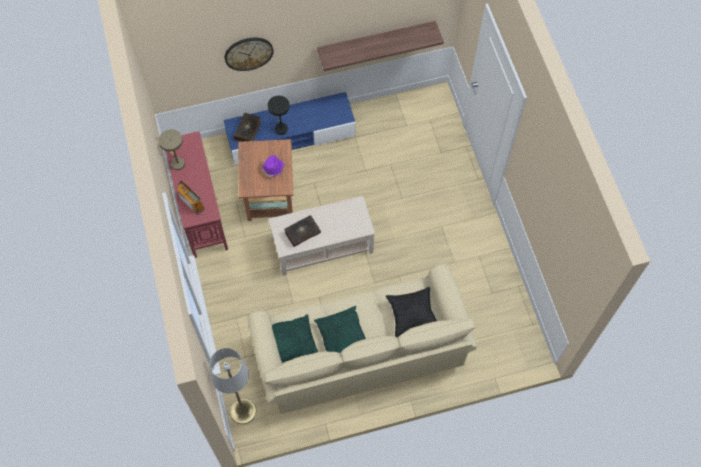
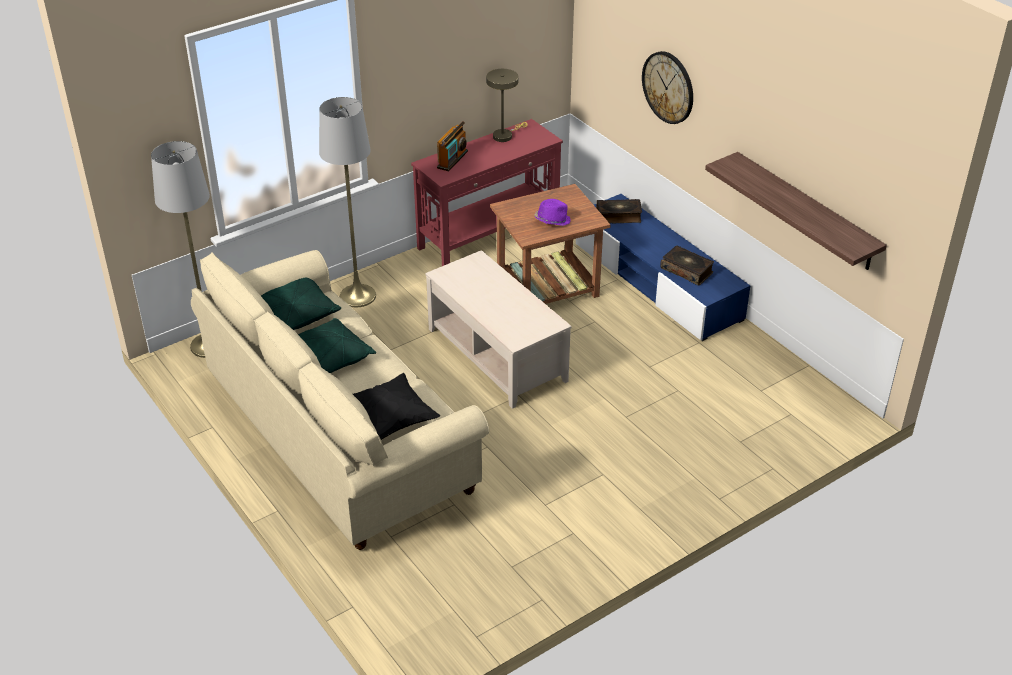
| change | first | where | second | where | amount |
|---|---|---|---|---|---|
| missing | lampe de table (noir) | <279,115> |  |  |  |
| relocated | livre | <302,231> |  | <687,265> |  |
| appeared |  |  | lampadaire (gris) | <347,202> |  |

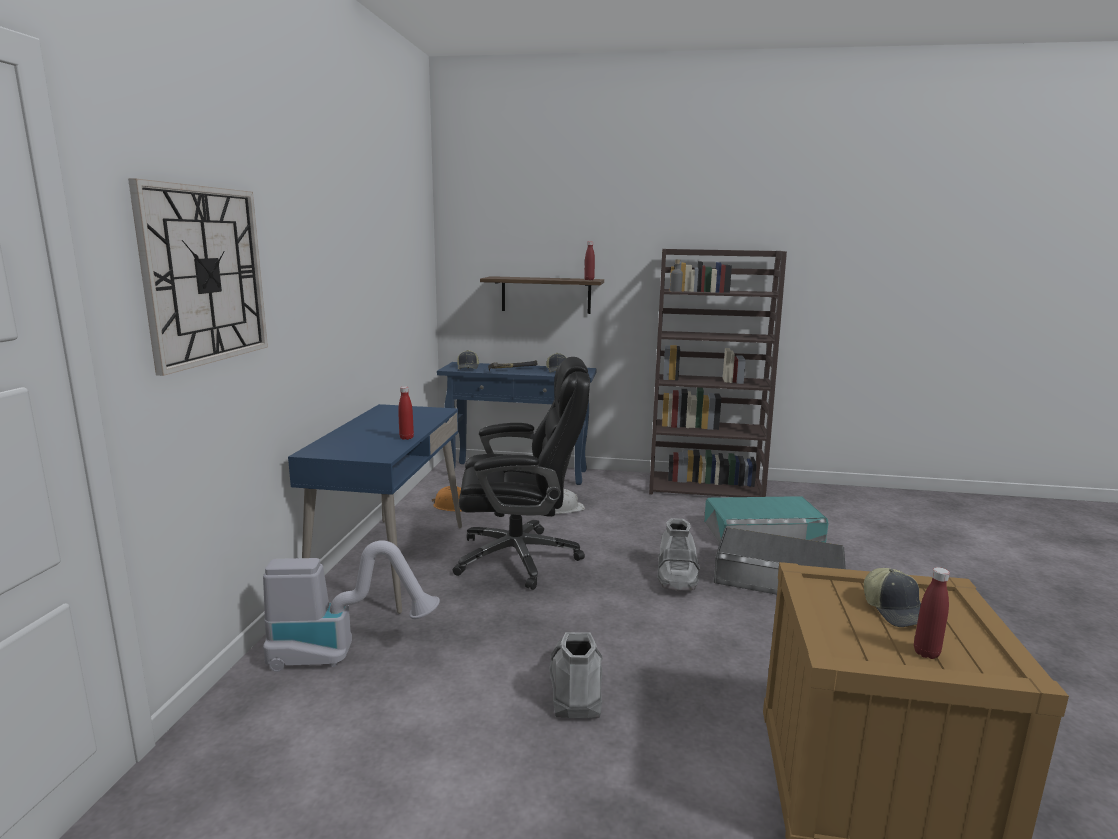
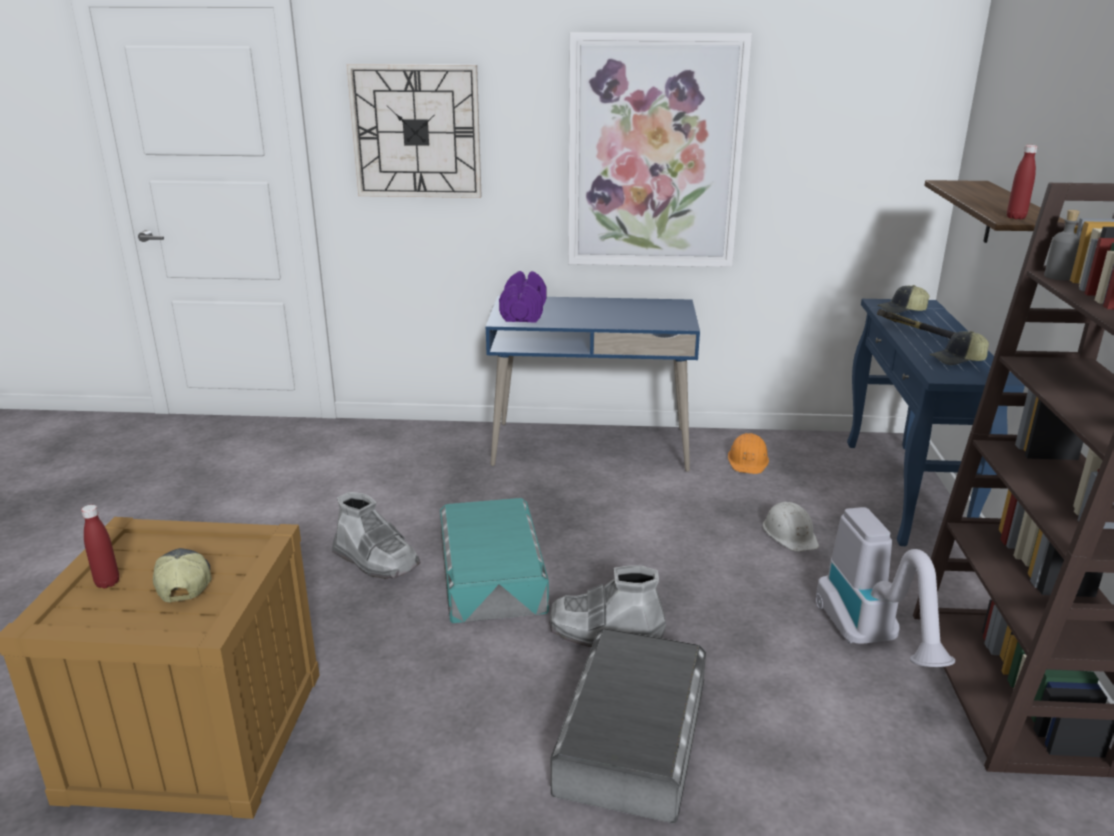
| change | first | where | second | where | amount |
|---|---|---|---|---|---|
| relocated | aspirateur | <351,606> |  | <885,587> |  |
| missing | bouteille (rouge) | <406,413> |  |  |  |
| missing | chaise de bureau (noir) | <521,473> |  |  |  |
| spun | botte (gris) | <575,675> |  | <376,535> | 45 degrees clockwise |
| relocated | boîte de rangement (turquoise) | <766,519> |  | <494,560> |  |
| spun | casquette | <892,597> |  | <182,575> | 90 degrees clockwise |
| appeared |  |  | haltère (violet) | <522,296> |  |
| appeared |  |  | tableau | <660,149> |  |

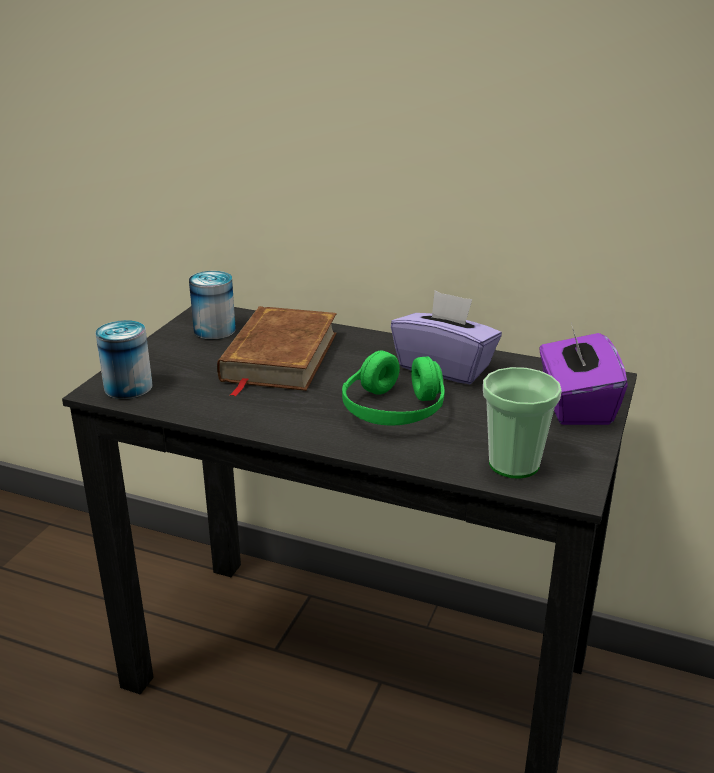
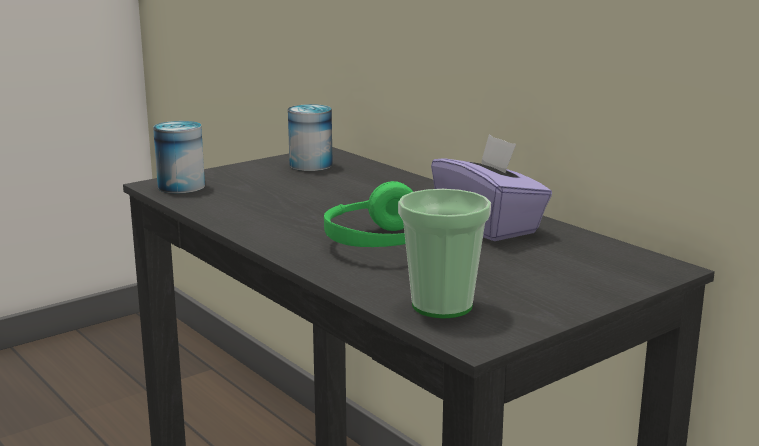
| change | first | where | second | where | amount |
|---|---|---|---|---|---|
| missing | livre (marron) | <277,351> |  |  |  |
| missing | boîte à mouchoirs (violet) | <583,374> |  |  |  |

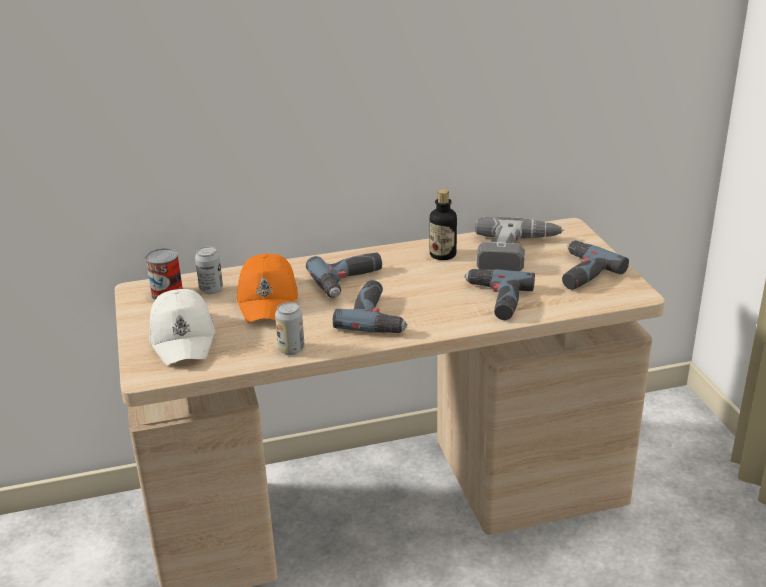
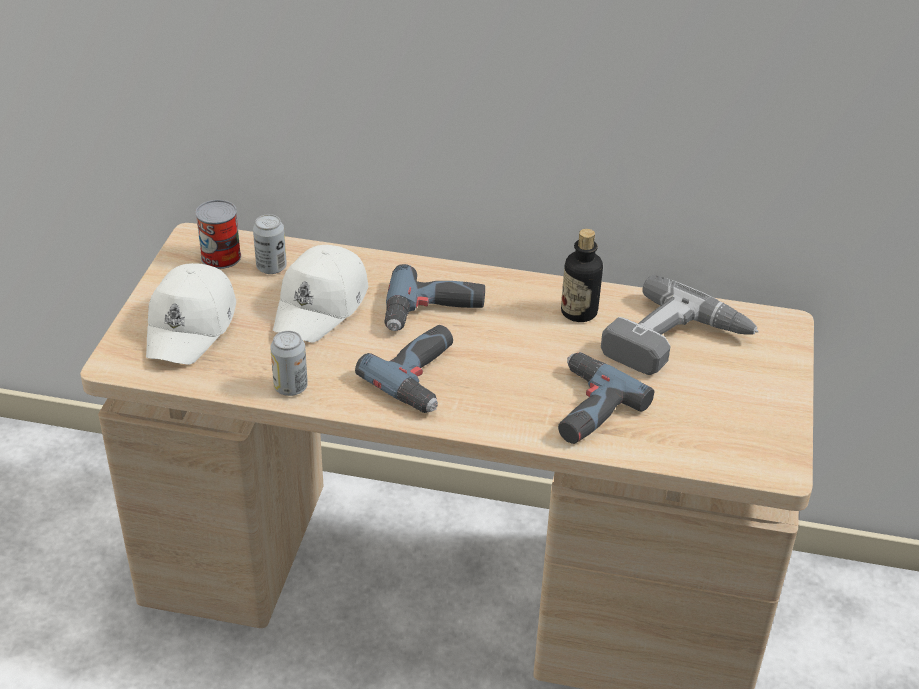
| change | first | where | second | where | amount |
|---|---|---|---|---|---|
| colour | casquette (orange) | <267,288> | casquette (blanc) | <320,294> |  |
| missing | perceuse | <595,265> |  |  |  |

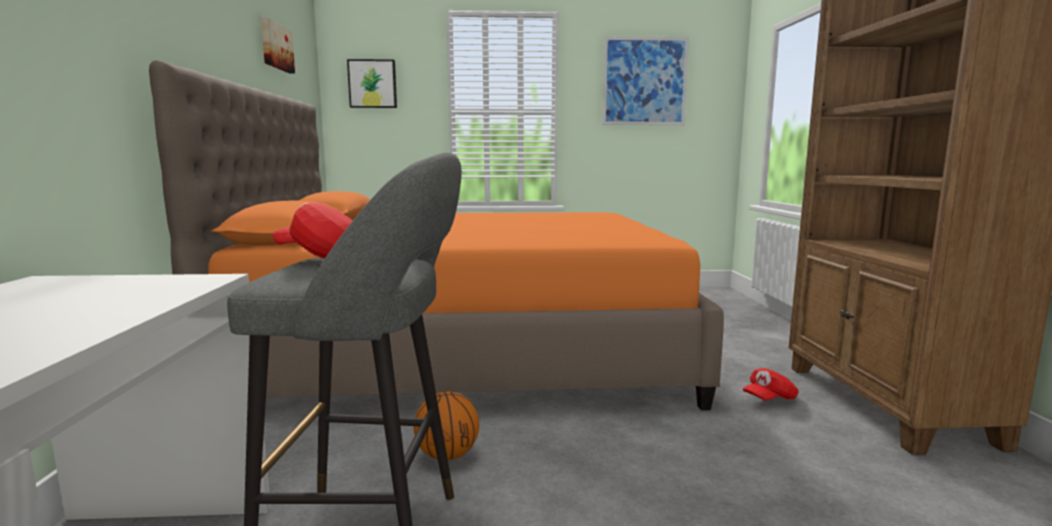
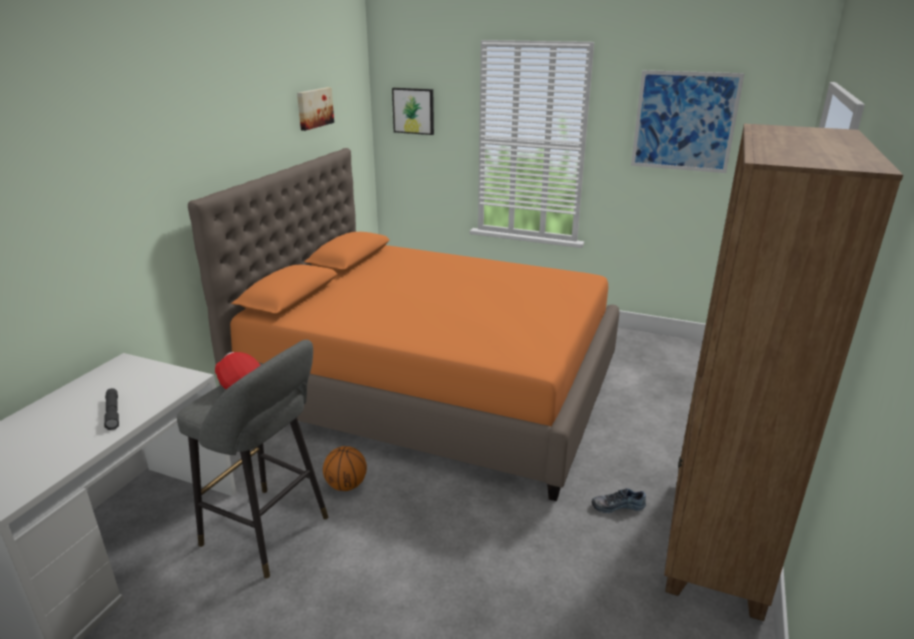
| change | first | where | second | where | amount |
|---|---|---|---|---|---|
| exchanged | casquette (rouge) | <771,384> | chaussure | <619,500> |  |
| appeared |  |  | lampe de poche (gris) | <111,409> |  |

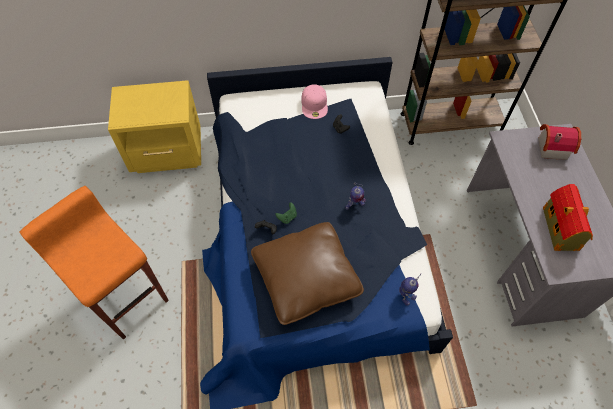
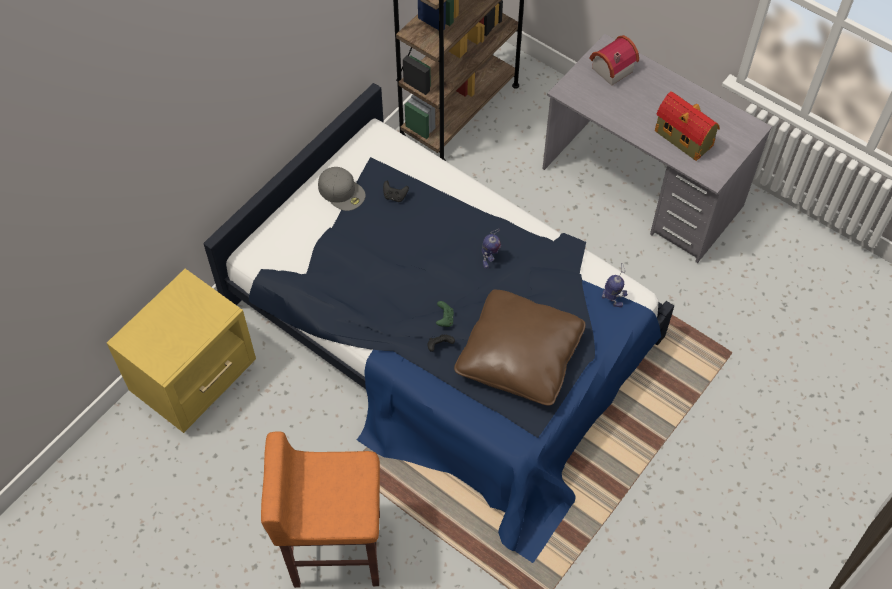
| change | first | where | second | where | amount |
|---|---|---|---|---|---|
| colour | casquette (rose) | <314,101> | casquette (gris) | <342,189> |  |

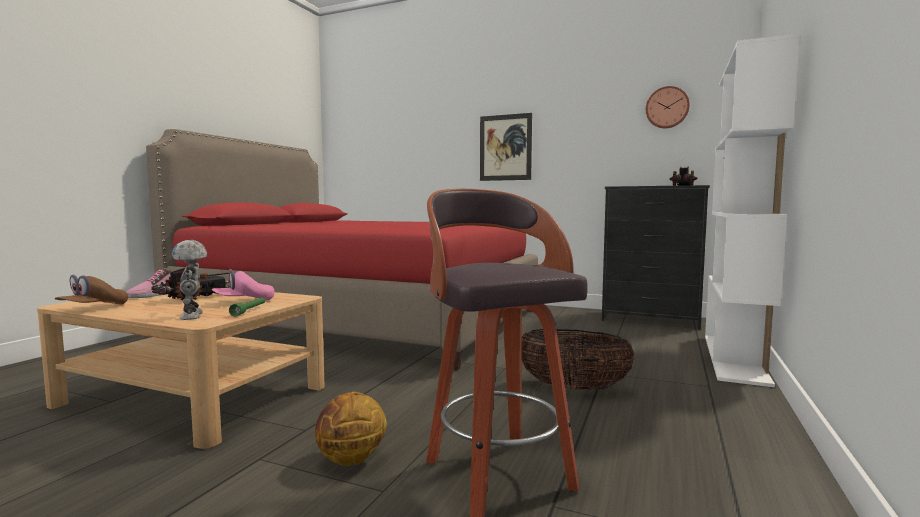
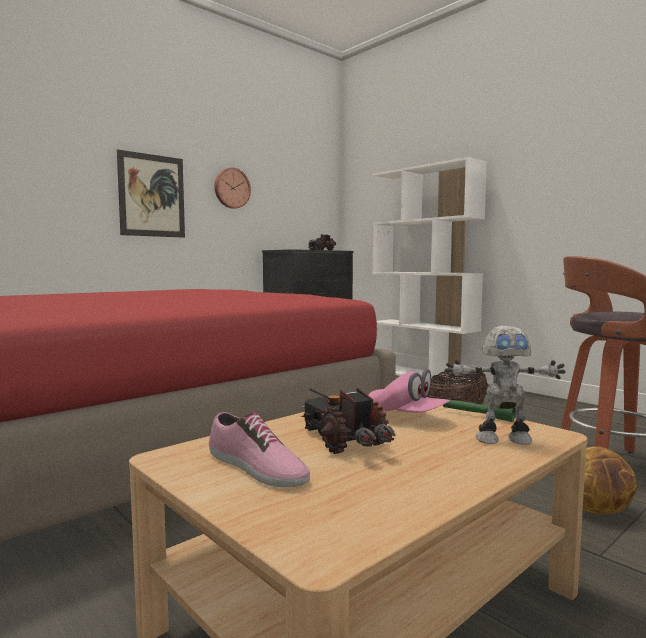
| change | first | where | second | where | amount |
|---|---|---|---|---|---|
| missing | casquette (marron) | <91,289> |  |  |  |
| spun | casquette (rose) | <243,285> |  | <409,391> | 45 degrees counterclockwise |
| relocated | horloge murale | <668,107> |  | <232,188> |  |

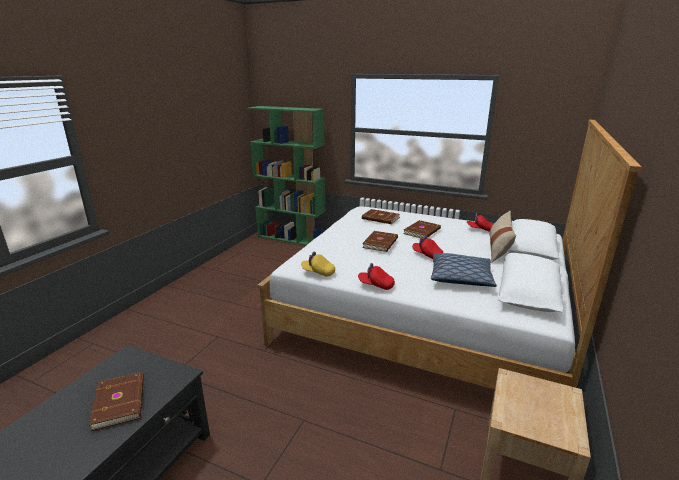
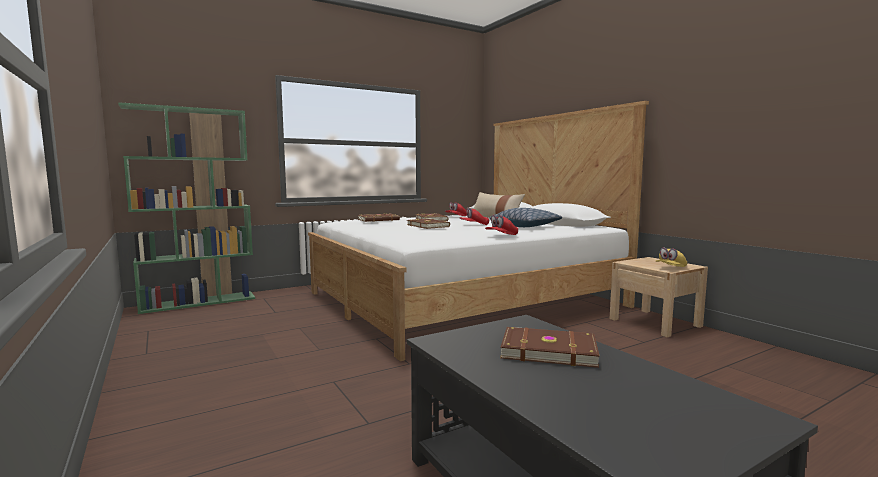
| change | first | where | second | where | amount |
|---|---|---|---|---|---|
| relocated | casquette (jaune) | <318,264> |  | <671,257> |  |

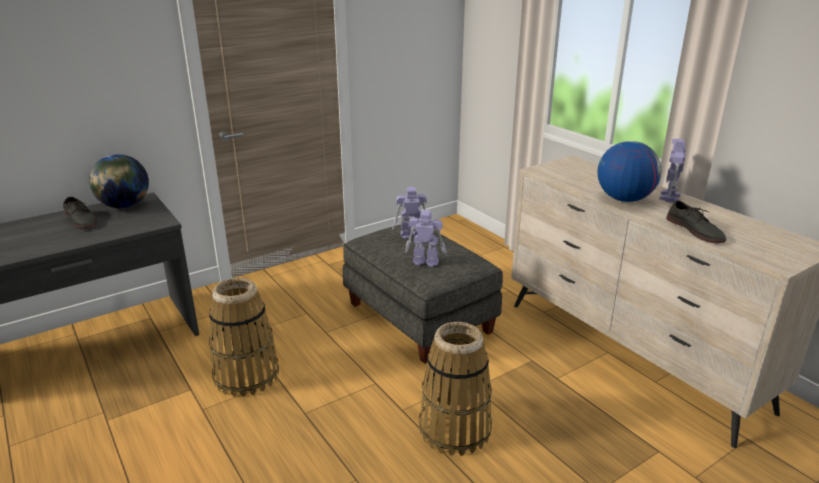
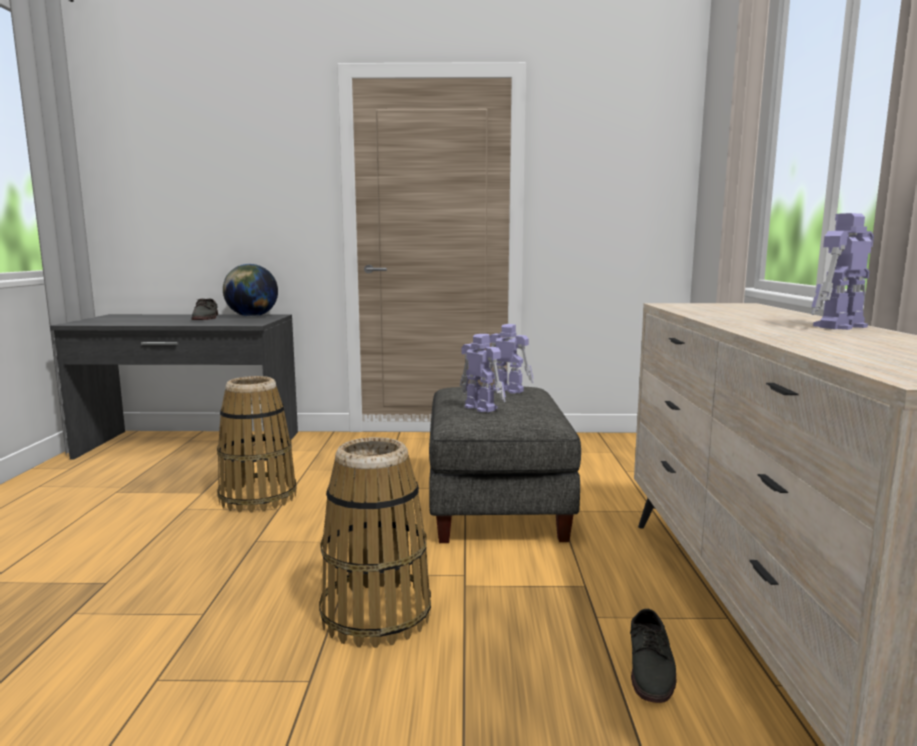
| change | first | where | second | where | amount |
|---|---|---|---|---|---|
| missing | globe | <629,171> |  |  |  |
| relocated | chaussure (gris) | <696,221> |  | <653,656> |  |

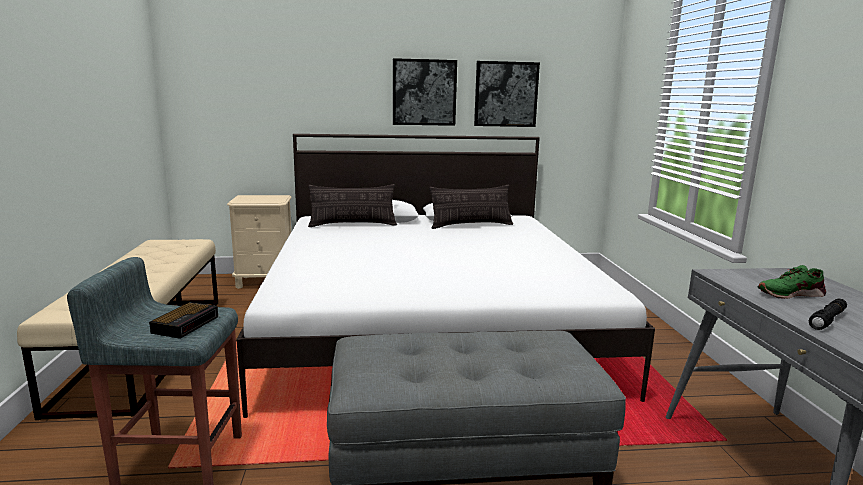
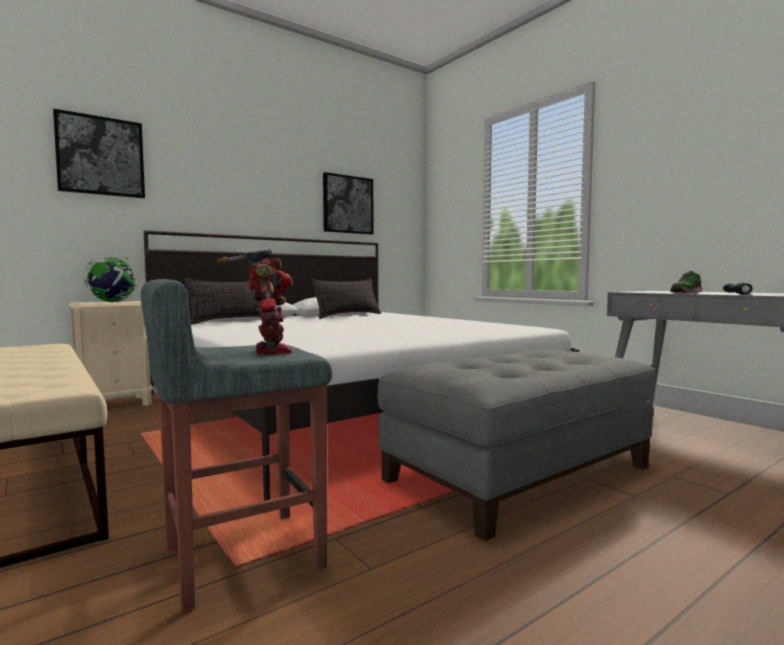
| change | first | where | second | where | amount |
|---|---|---|---|---|---|
| exchanged | réveil | <183,320> | robot jouet | <255,301> |  |
| relocated | tableau | <425,92> |  | <99,153> |  |
| appeared |  |  | globe | <110,279> |  |

